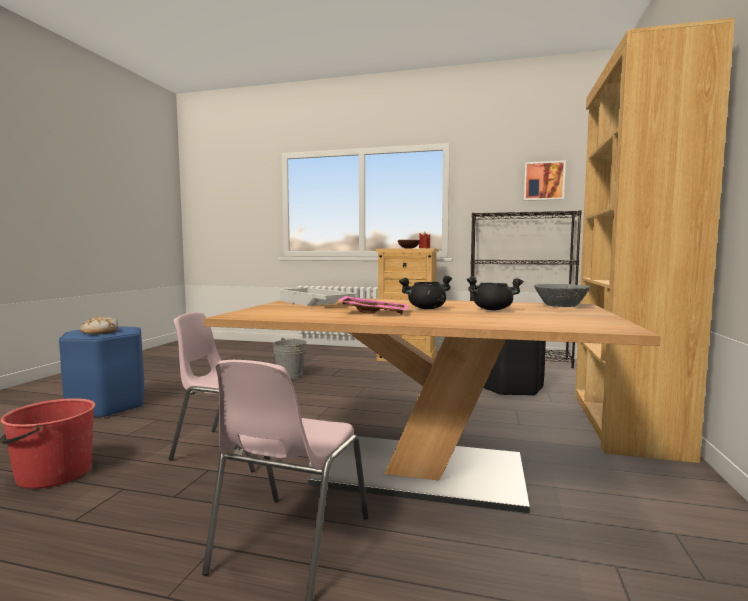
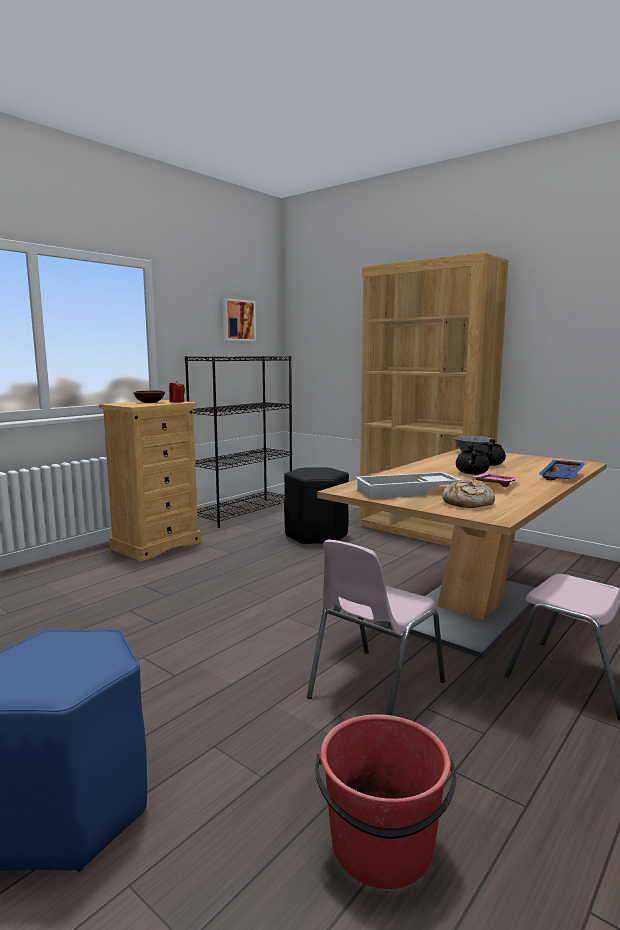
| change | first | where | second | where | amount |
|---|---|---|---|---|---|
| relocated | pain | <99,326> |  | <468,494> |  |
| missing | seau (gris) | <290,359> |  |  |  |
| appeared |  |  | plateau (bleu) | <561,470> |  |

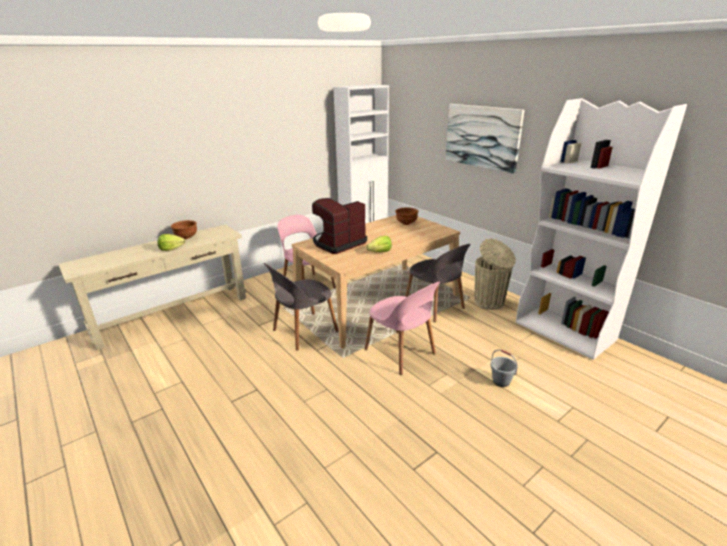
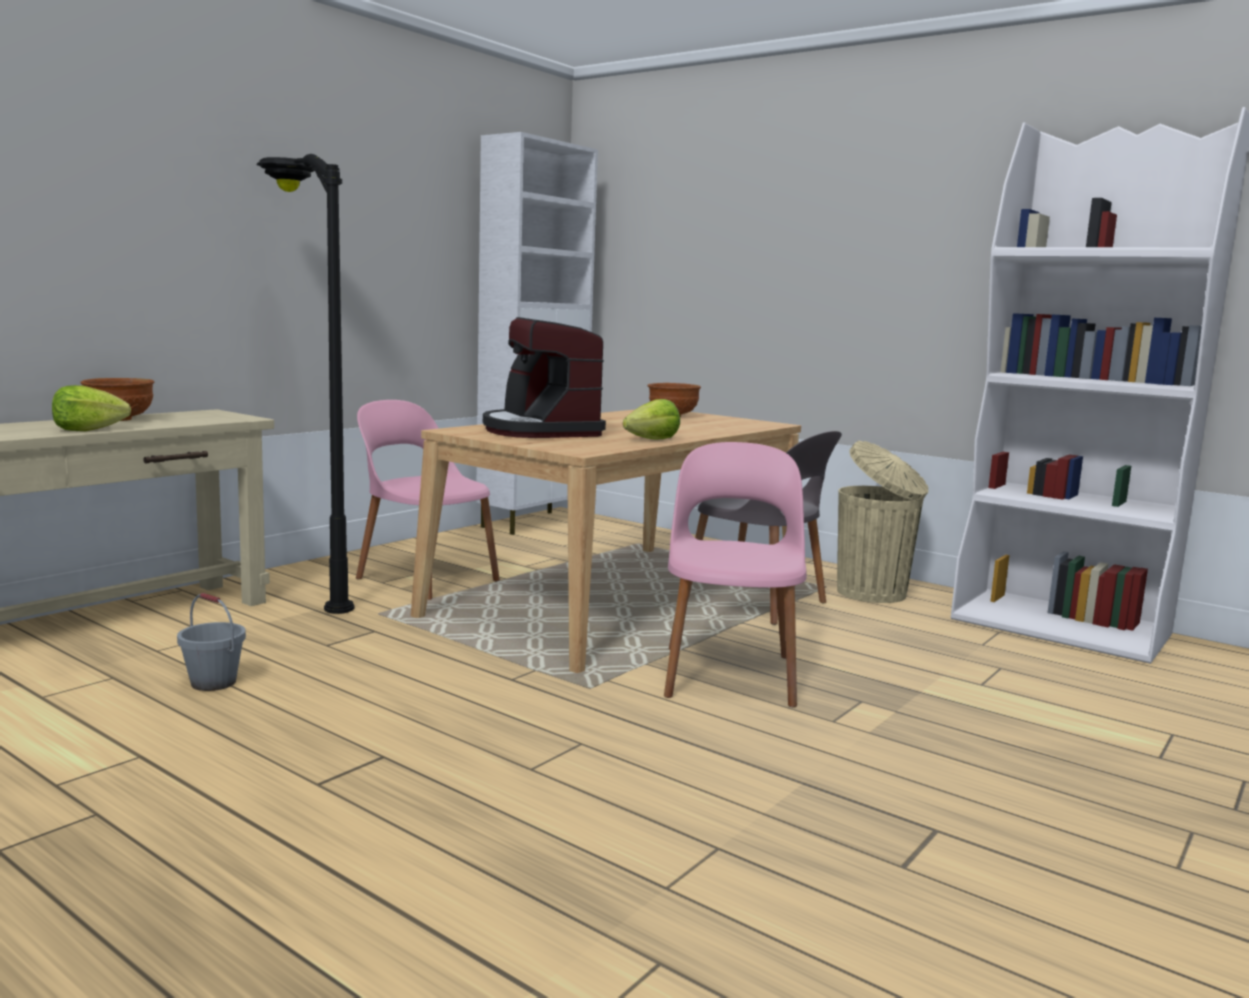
| change | first | where | second | where | amount |
|---|---|---|---|---|---|
| missing | chaise (gris) | <301,307> |  |  |  |
| spun | machine à café | <339,226> |  | <544,377> | 60 degrees counterclockwise |
| spun | chaise (rose) | <402,328> |  | <735,574> | 120 degrees counterclockwise |
| missing | tableau | <485,139> |  |  |  |
| relocated | seau (gris) | <504,368> |  | <211,642> |  |
| appeared |  |  | lampadaire (noir) | <305,384> |  |

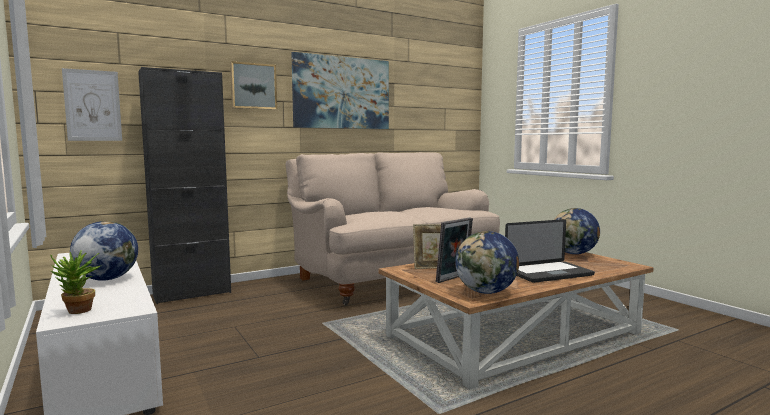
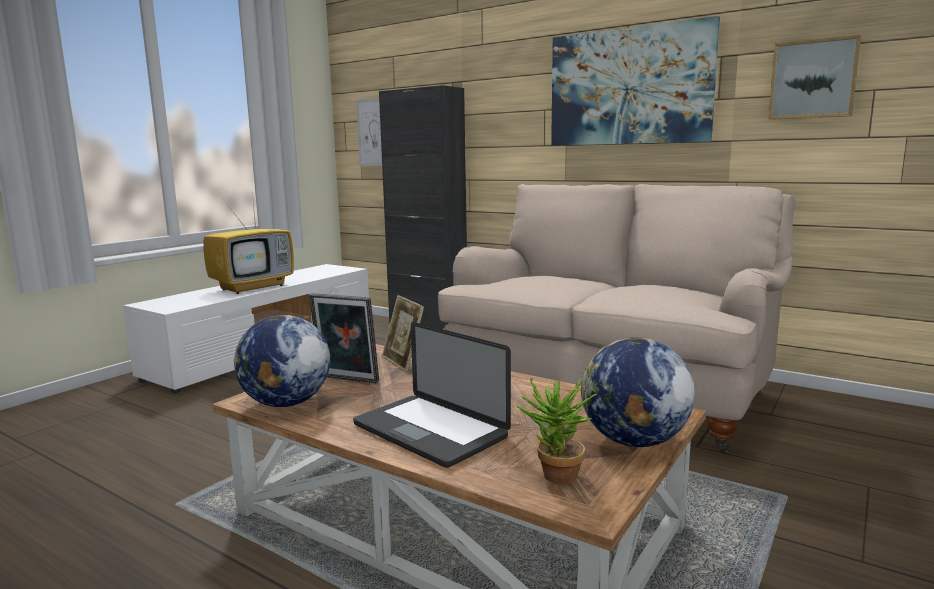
| change | first | where | second | where | amount |
|---|---|---|---|---|---|
| relocated | plante en pot | <75,282> |  | <556,431> |  |
| exchanged | globe | <104,250> | téléviseur | <248,243> |  |
| relocated | tableau | <253,85> |  | <814,77> |  |

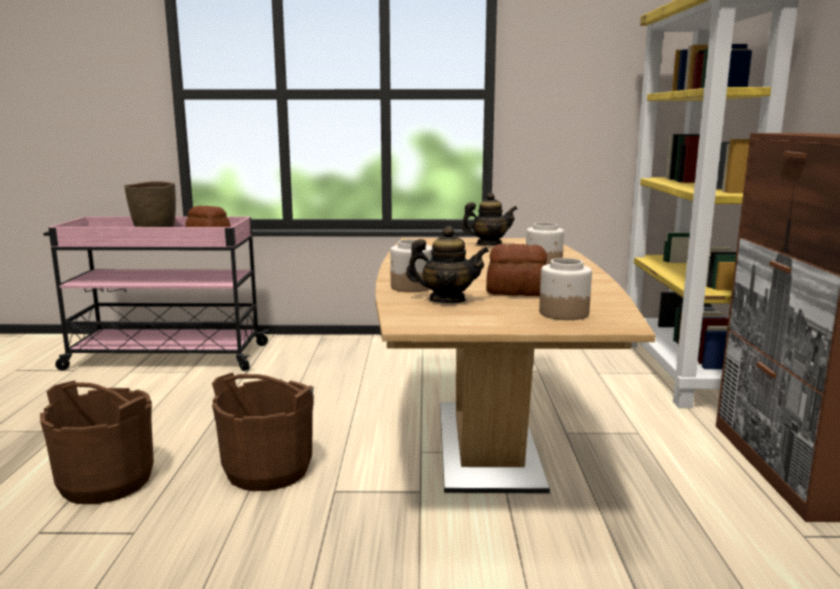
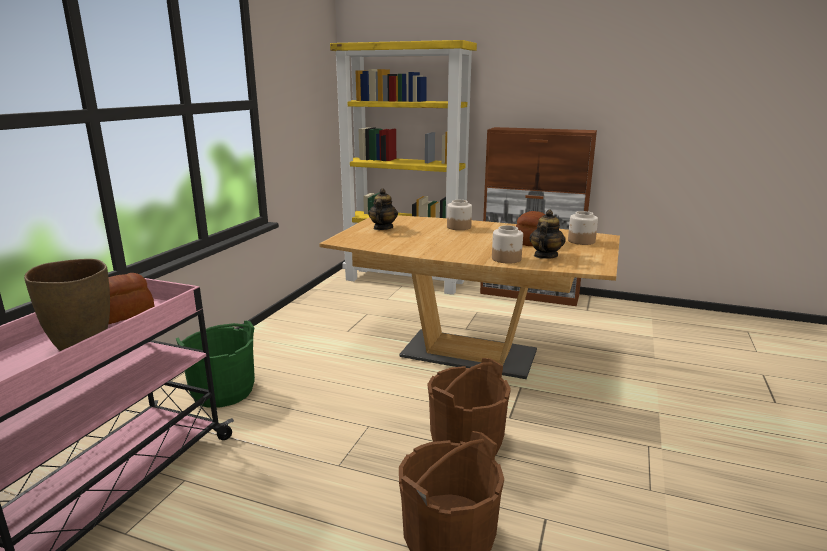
| change | first | where | second | where | amount |
|---|---|---|---|---|---|
| appeared |  |  | seau (vert) | <215,364> |  |

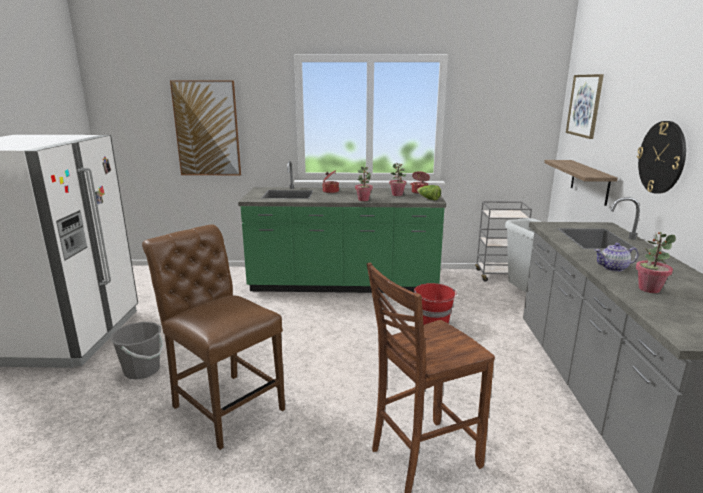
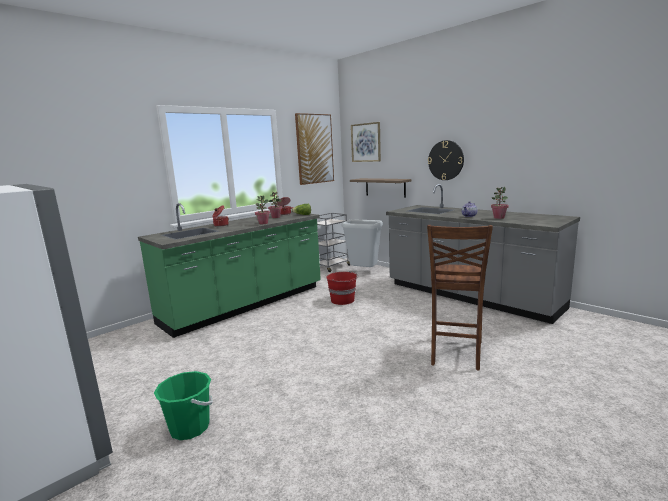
| change | first | where | second | where | amount |
|---|---|---|---|---|---|
| colour | seau (gris) | <137,351> | seau (vert) | <183,405> |  |
| missing | chaise (marron) | <213,337> |  |  |  |
| relocated | tableau | <205,128> |  | <314,149> |  |

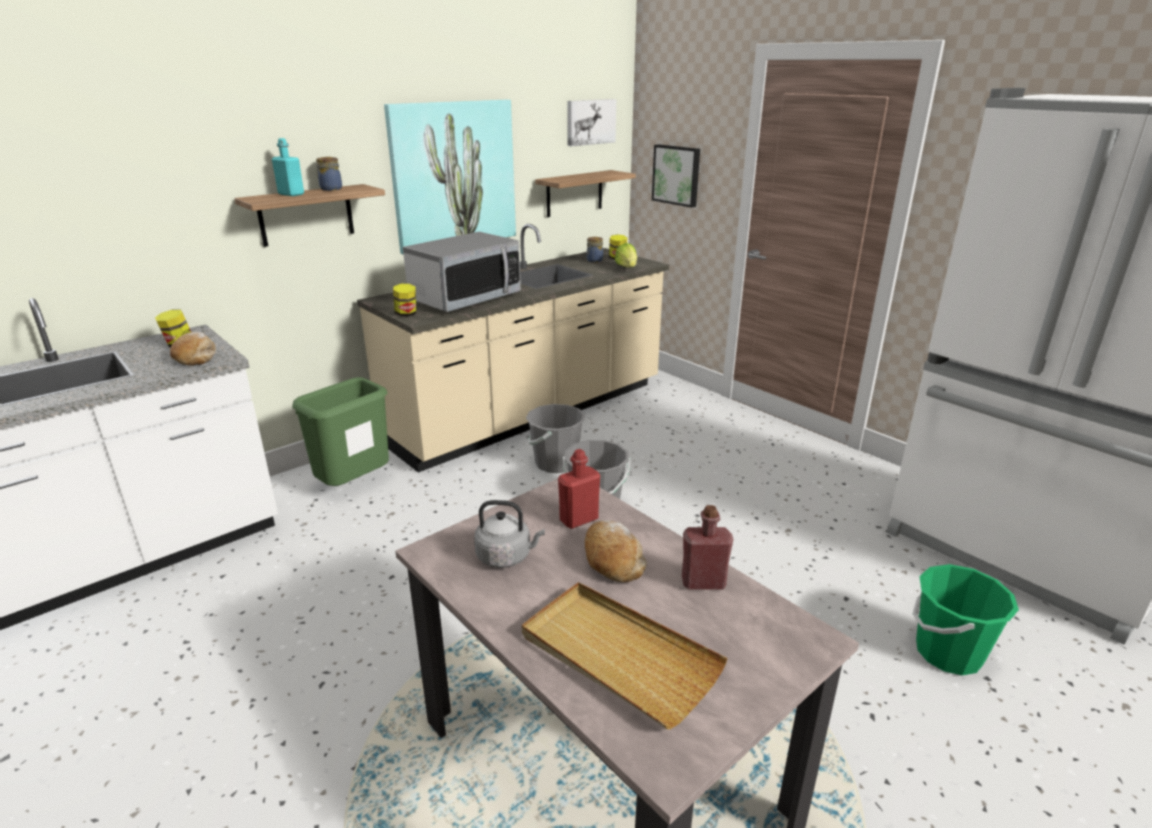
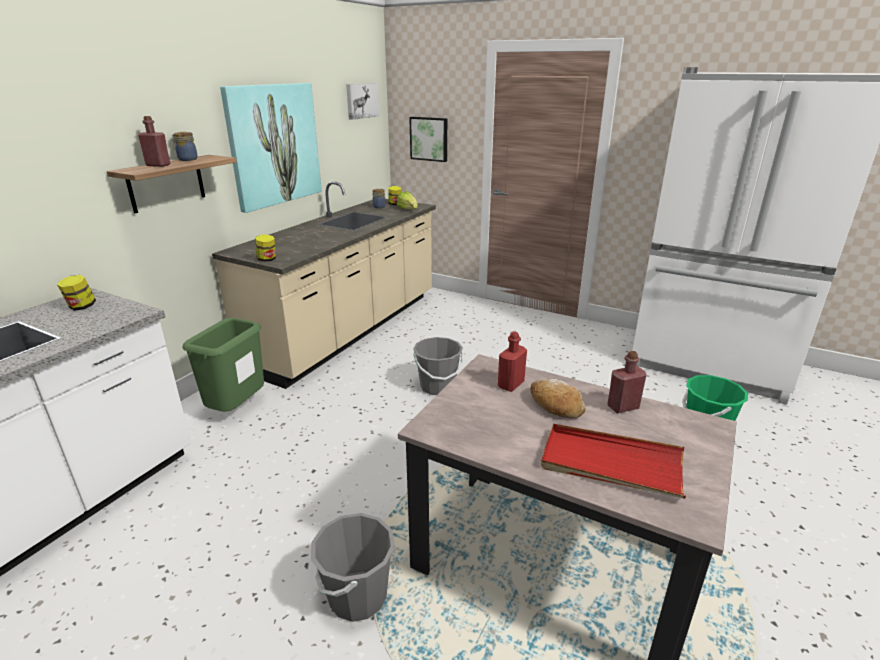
| change | first | where | second | where | amount |
|---|---|---|---|---|---|
| missing | pain | <193,348> |  |  |  |
| colour | bouteille (turquoise) | <288,167> | bouteille (rouge) | <154,141> |  |
| missing | micro-ondes | <462,272> |  |  |  |
| missing | bouilloire (gris) | <509,534> |  |  |  |
| colour | plateau (beige) | <625,655> | plateau (rouge) | <613,461> |  |
| relocated | seau (gris) | <556,438> |  | <353,567> |  |
| missing | étagère | <585,193> |  |  |  |

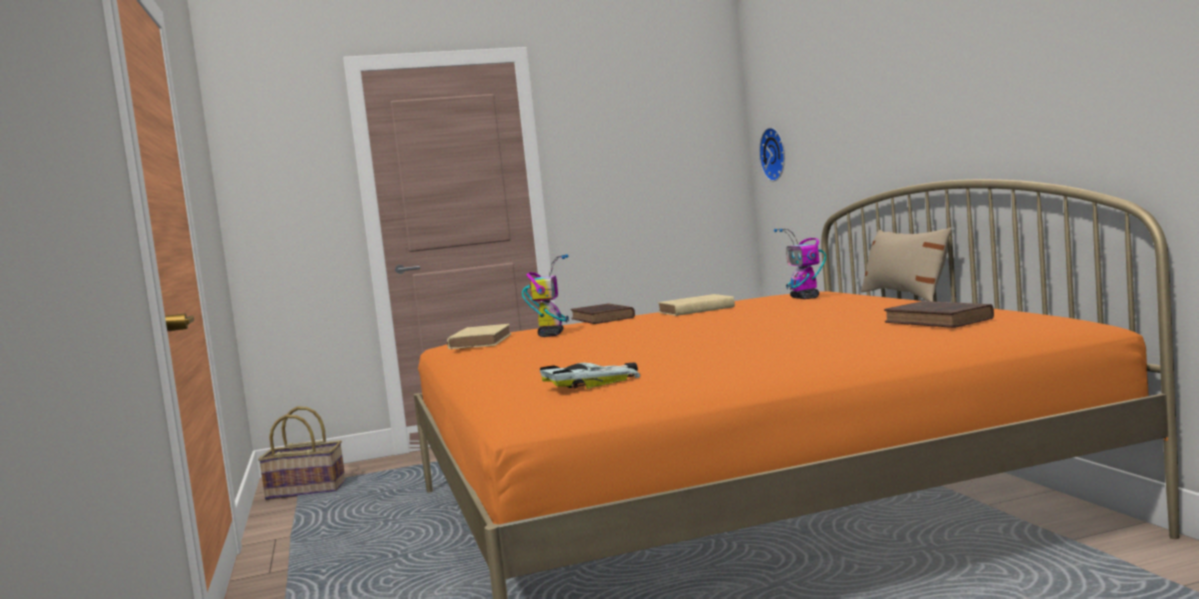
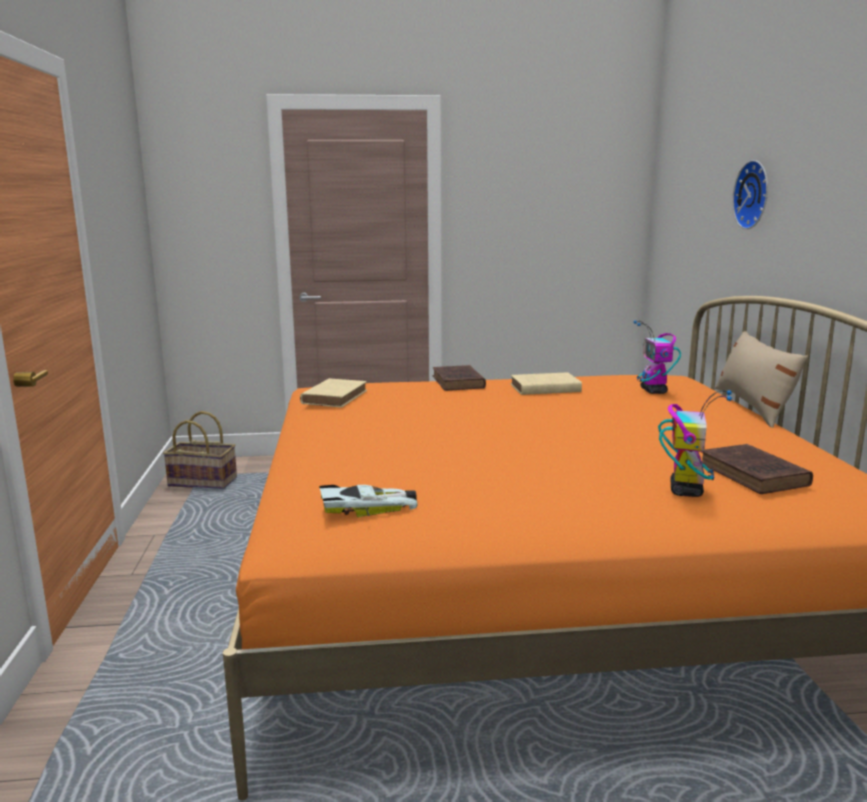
| change | first | where | second | where | amount |
|---|---|---|---|---|---|
| relocated | robot jouet | <545,295> |  | <695,443> |  |
| relocated | horloge murale | <772,154> |  | <750,194> |  |

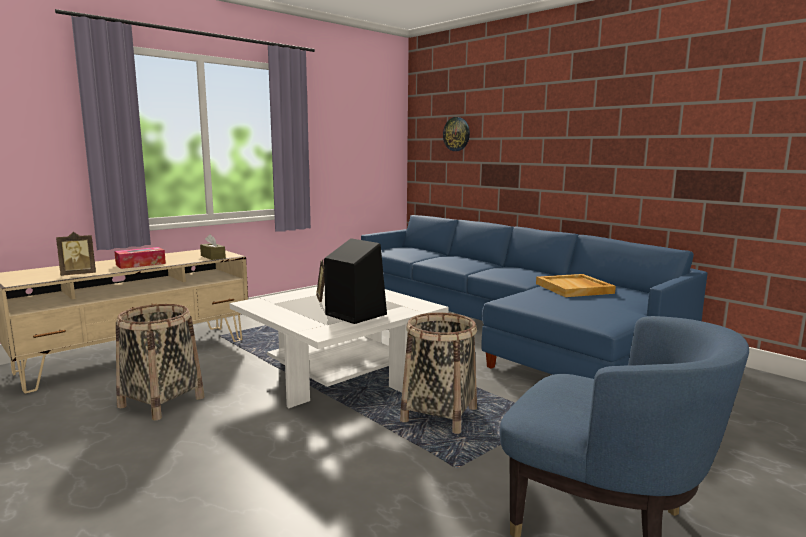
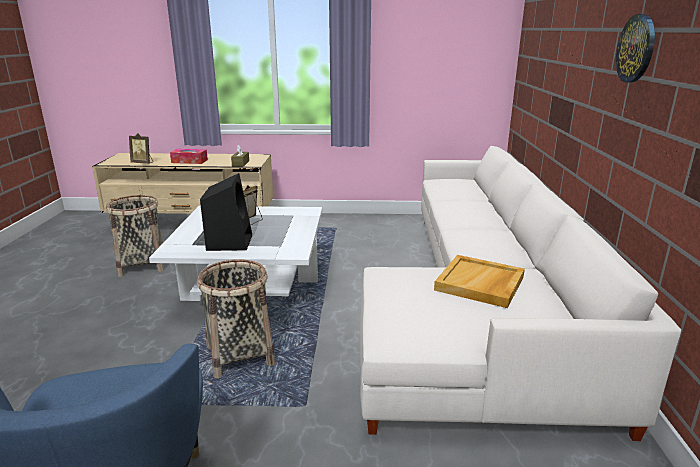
| change | first | where | second | where | amount |
|---|---|---|---|---|---|
| colour | canapé (bleu) | <534,297> | canapé (blanc) | <520,293> |  |
| relocated | horloge murale | <456,134> |  | <635,48> |  |

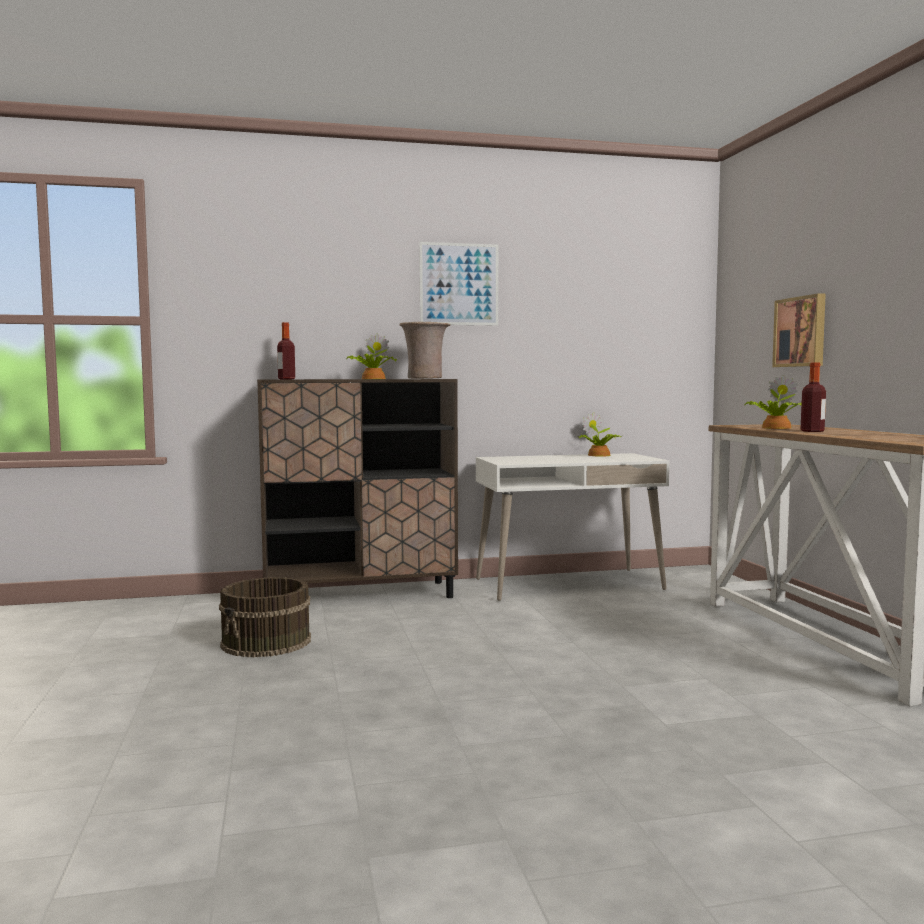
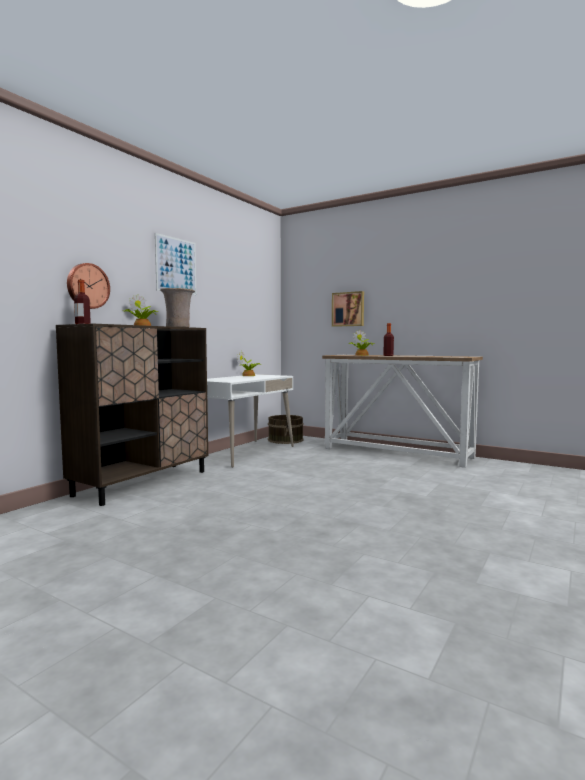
| change | first | where | second | where | amount |
|---|---|---|---|---|---|
| relocated | seau (marron) | <265,617> |  | <286,429> |  |
| appeared |  |  | horloge murale | <88,286> |  |

